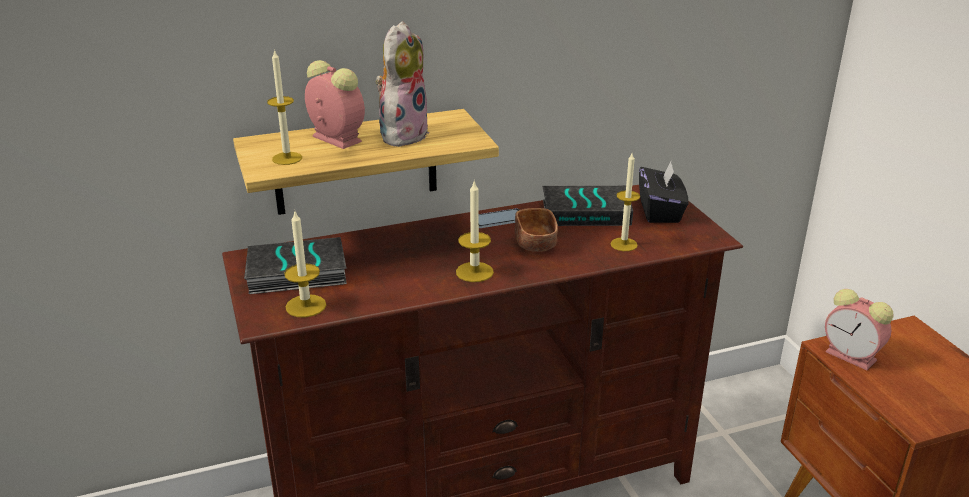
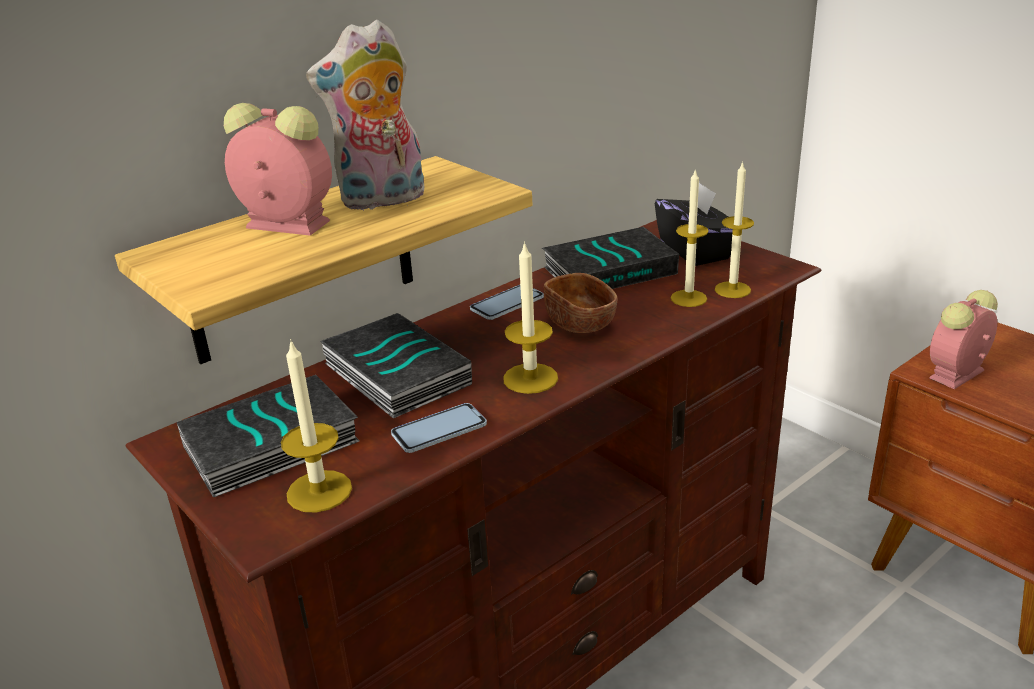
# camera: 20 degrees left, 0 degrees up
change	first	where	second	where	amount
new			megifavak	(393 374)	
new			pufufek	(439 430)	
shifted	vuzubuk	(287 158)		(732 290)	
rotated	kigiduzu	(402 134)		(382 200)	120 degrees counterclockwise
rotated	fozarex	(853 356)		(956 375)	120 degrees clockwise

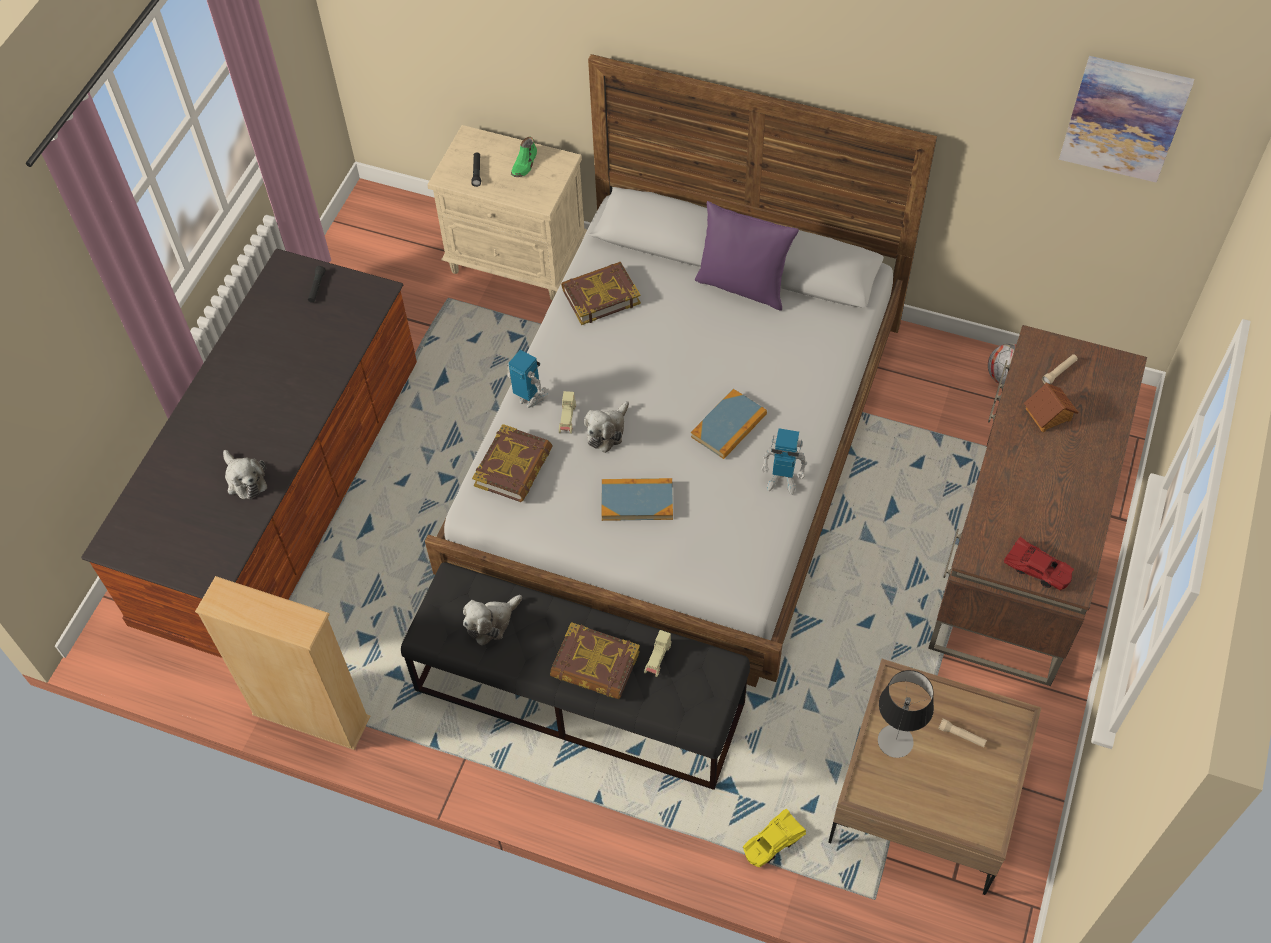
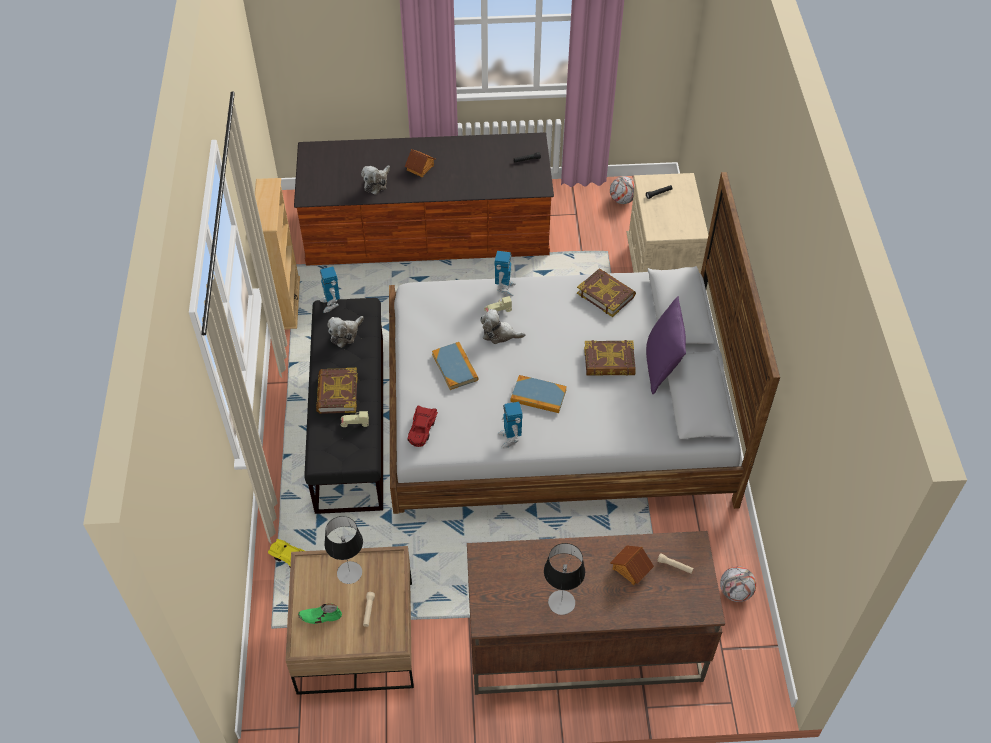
# camera: 65 degrees right, 5 degrees down
change	first	where	second	where	amount
gone	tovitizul	(1124 118)			
new			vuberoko	(331 304)	
new			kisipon	(420 168)	
new			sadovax	(561 602)	
new			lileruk	(622 200)	
shifted	megifavak	(514 467)		(609 362)	
shifted	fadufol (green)	(525 164)		(320 616)	
shifted	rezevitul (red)	(1037 570)		(421 429)	
rotated	kigiduzu	(491 622)		(345 334)	75 degrees counterclockwise

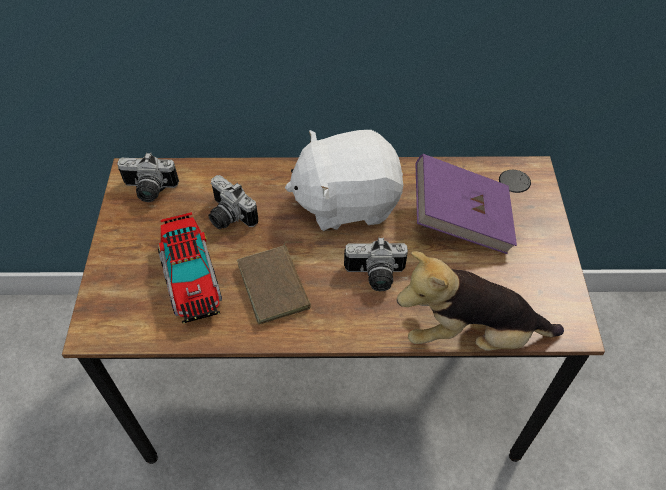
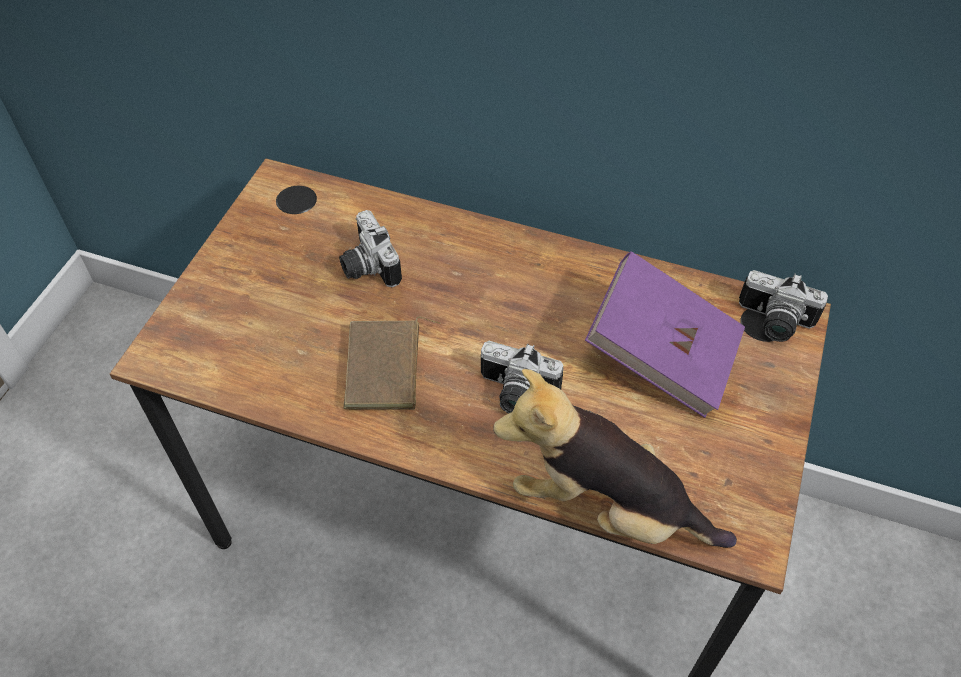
# camera: 20 degrees right, 0 degrees up
change	first	where	second	where	amount
gone	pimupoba	(191 278)			
gone	kigiduzu (white)	(346 202)			
shifted	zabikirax	(149 190)		(773 323)	

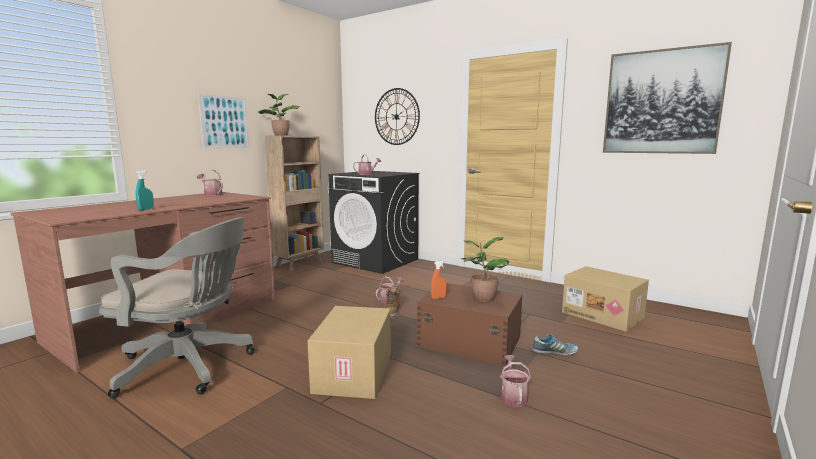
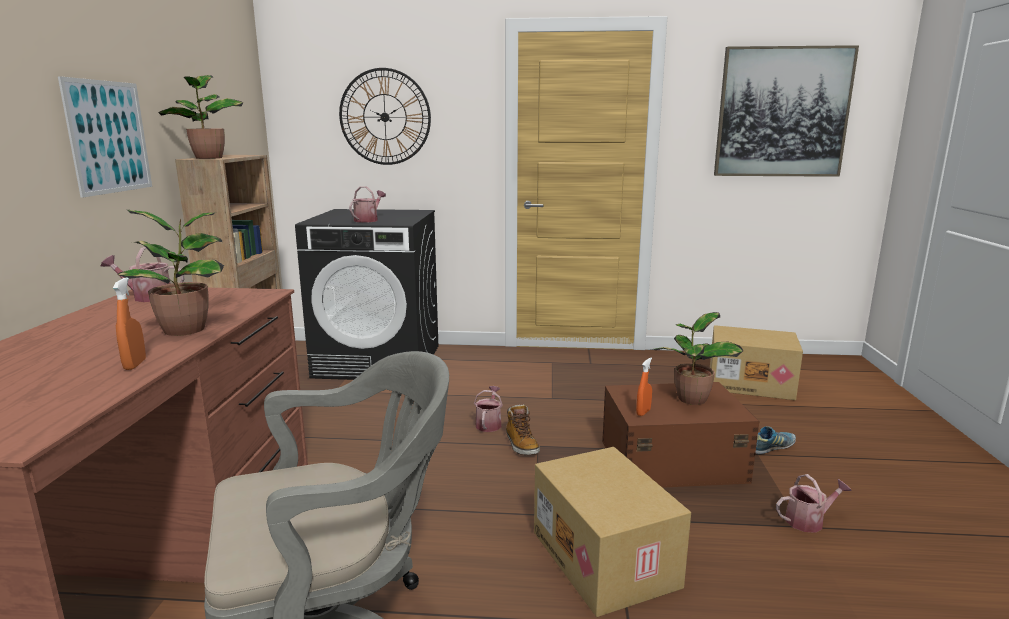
# camera: 30 degrees left, 5 degrees up
change	first	where	second	where	amount
new			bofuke	(187 329)	
repainted	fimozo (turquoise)	(146 209)	fimozo (orange)	(135 364)	
rotated	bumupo	(513 396)		(808 521)	105 degrees clockwise

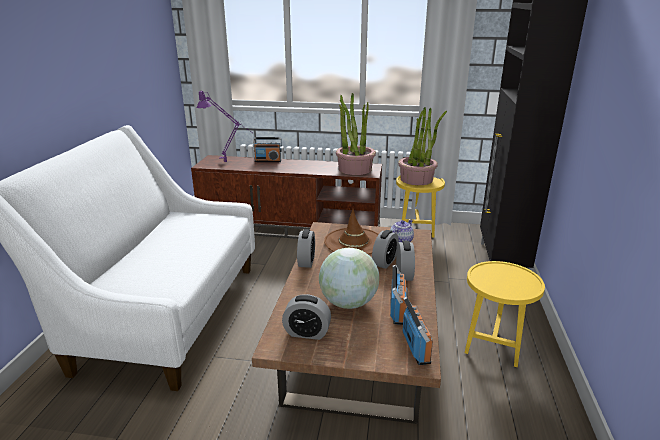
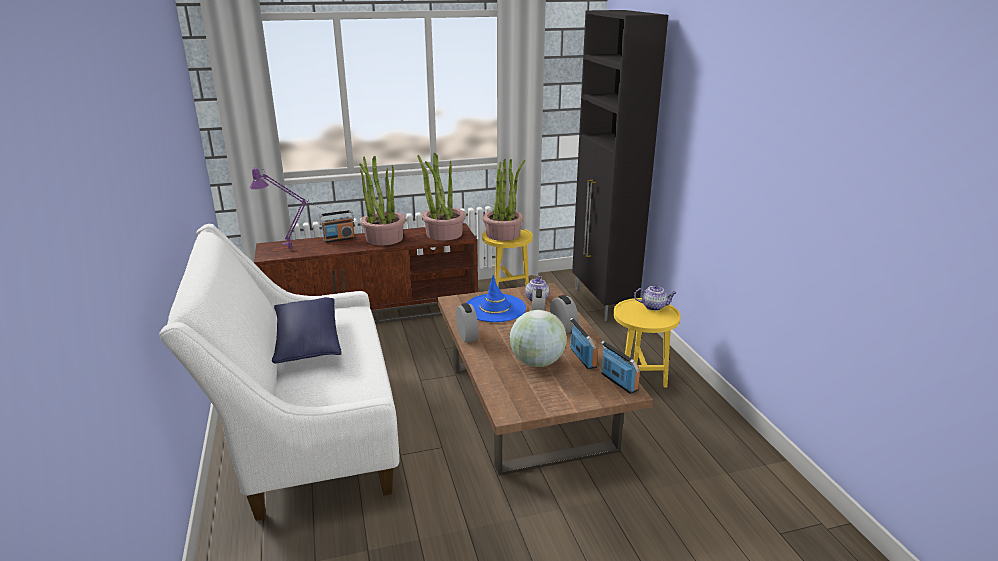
# camera: 25 degrees left, 0 degrees up
change	first	where	second	where	amount
gone	fozarex	(307 333)			
new			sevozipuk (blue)	(307 343)	
new			bofuke	(384 238)	
new			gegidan	(654 307)	
repainted	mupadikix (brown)	(354 242)	mupadikix (blue)	(495 308)	

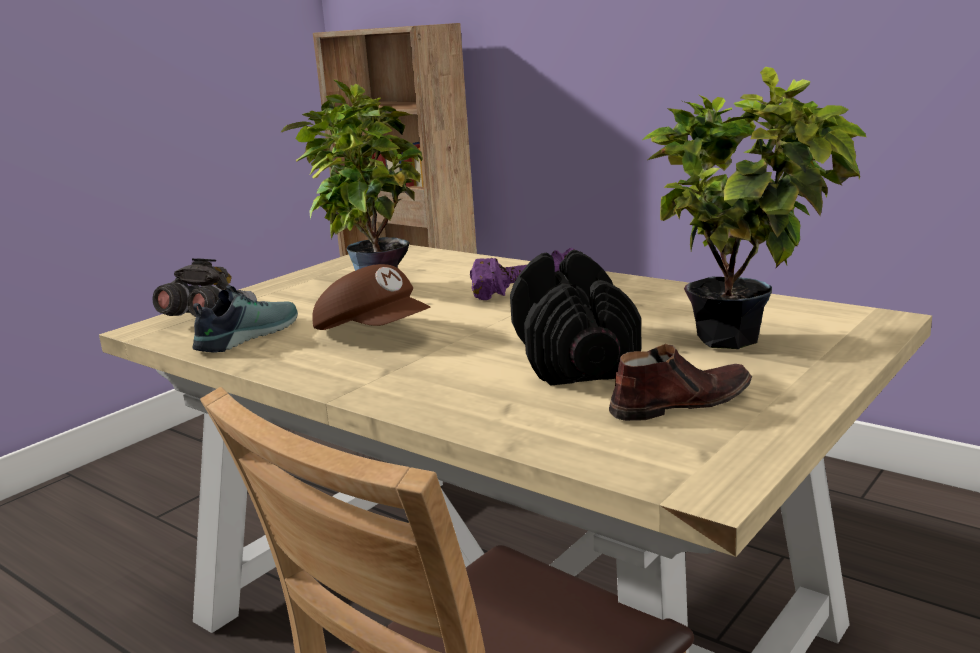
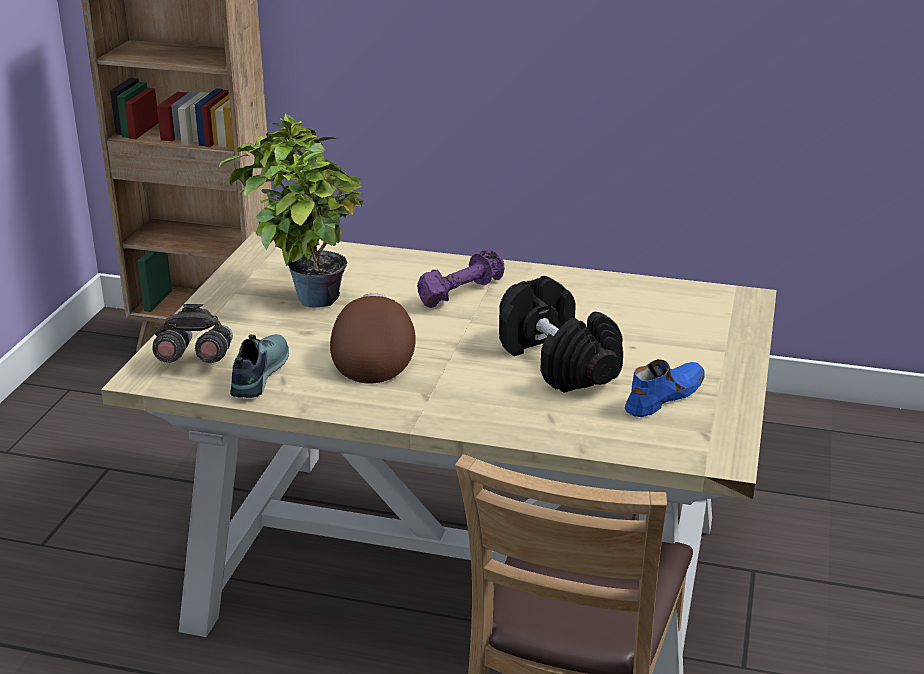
# camera: 25 degrees left, 10 degrees up
change	first	where	second	where	amount
gone	bofuke	(746 340)			
repainted	fadufol (brown)	(679 404)	fadufol (blue)	(663 396)	
rotated	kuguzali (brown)	(374 333)		(373 357)	105 degrees counterclockwise

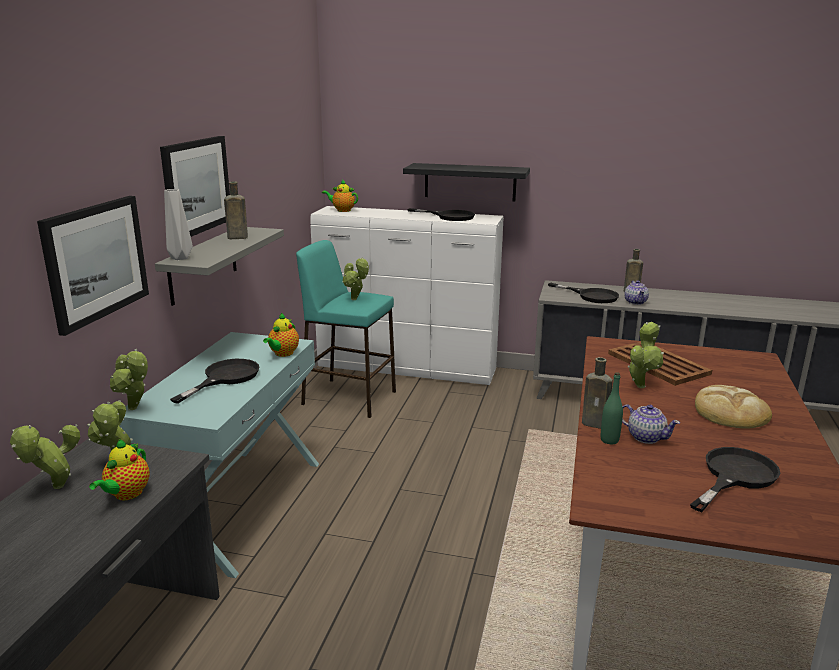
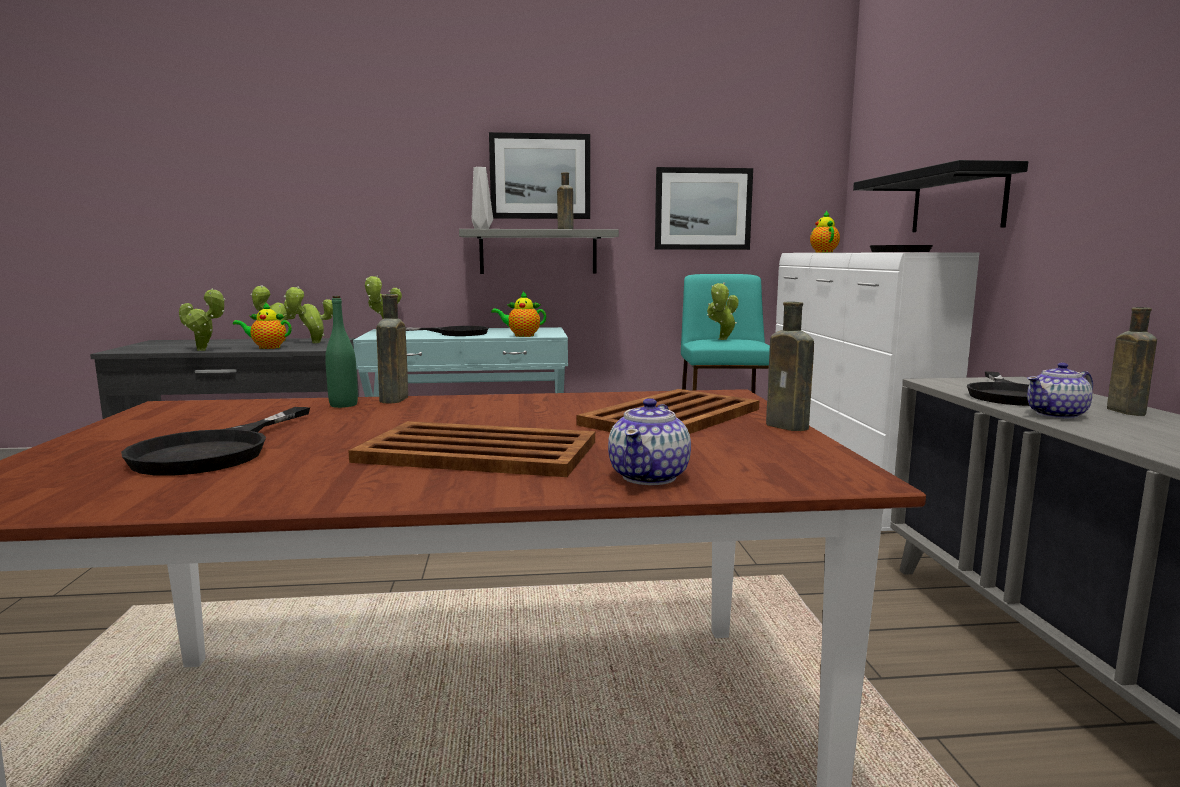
# camera: 70 degrees right, 10 degrees down
change	first	where	second	where	amount
new			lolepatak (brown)	(789 426)	
shifted	tovitizul	(96 261)		(703 209)	
shifted	gegidan	(645 437)		(650 476)	
shifted	bofuke	(641 385)		(204 350)	
swapped	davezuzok	(730 412)	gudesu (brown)	(476 451)	
rotated	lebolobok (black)	(734 476)		(216 451)	75 degrees clockwise

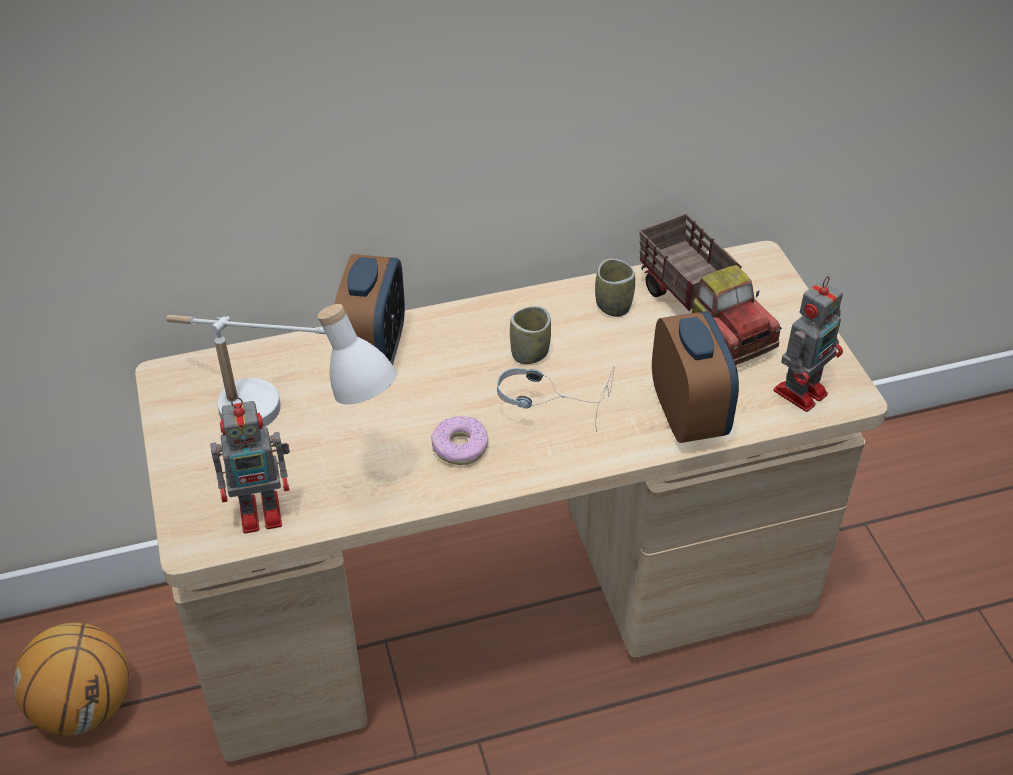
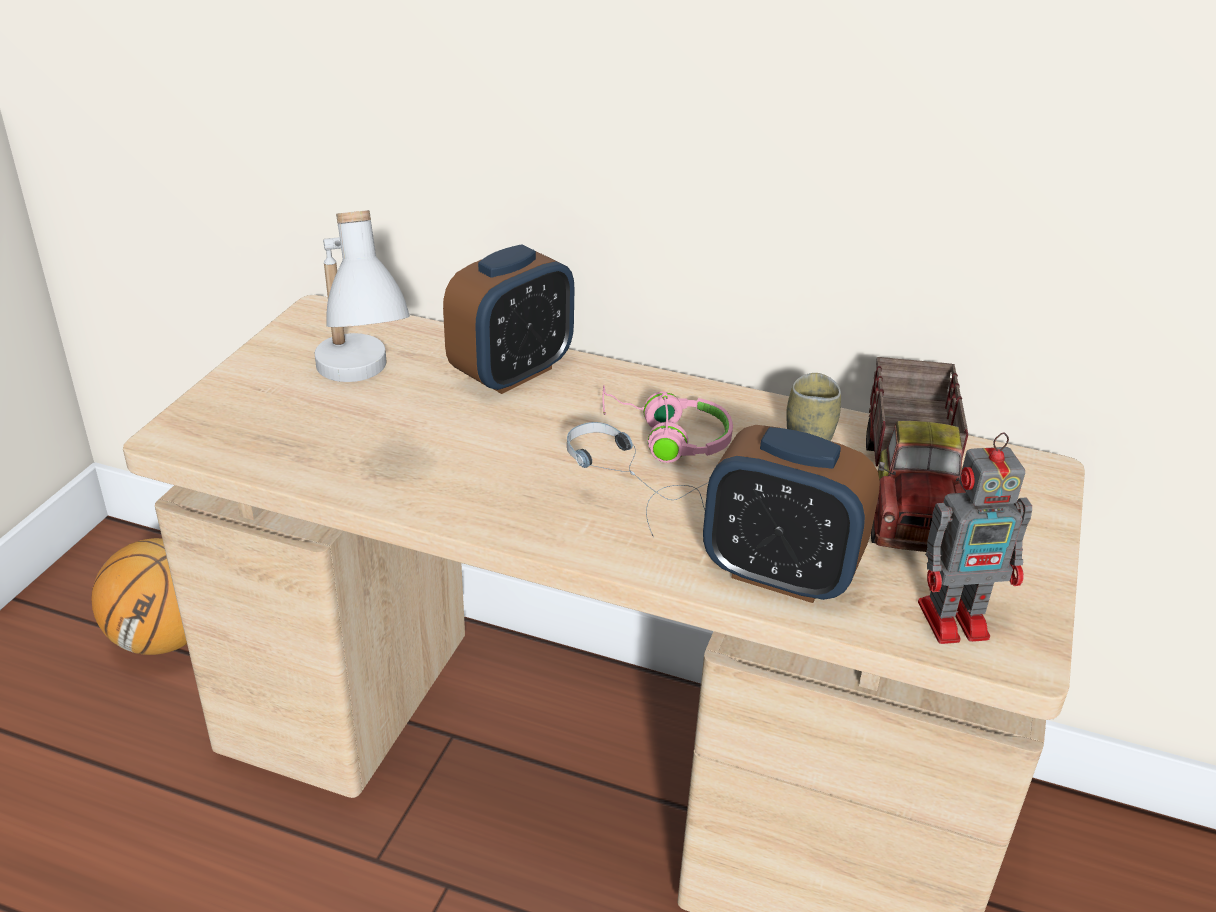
# camera: 35 degrees right, 10 degrees down
change	first	where	second	where	amount
gone	vuberoko	(263 512)			
gone	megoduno	(460 447)			
swapped	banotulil	(529 353)	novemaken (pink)	(666 438)	
rotated	fozarex	(688 415)		(780 574)	90 degrees clockwise

